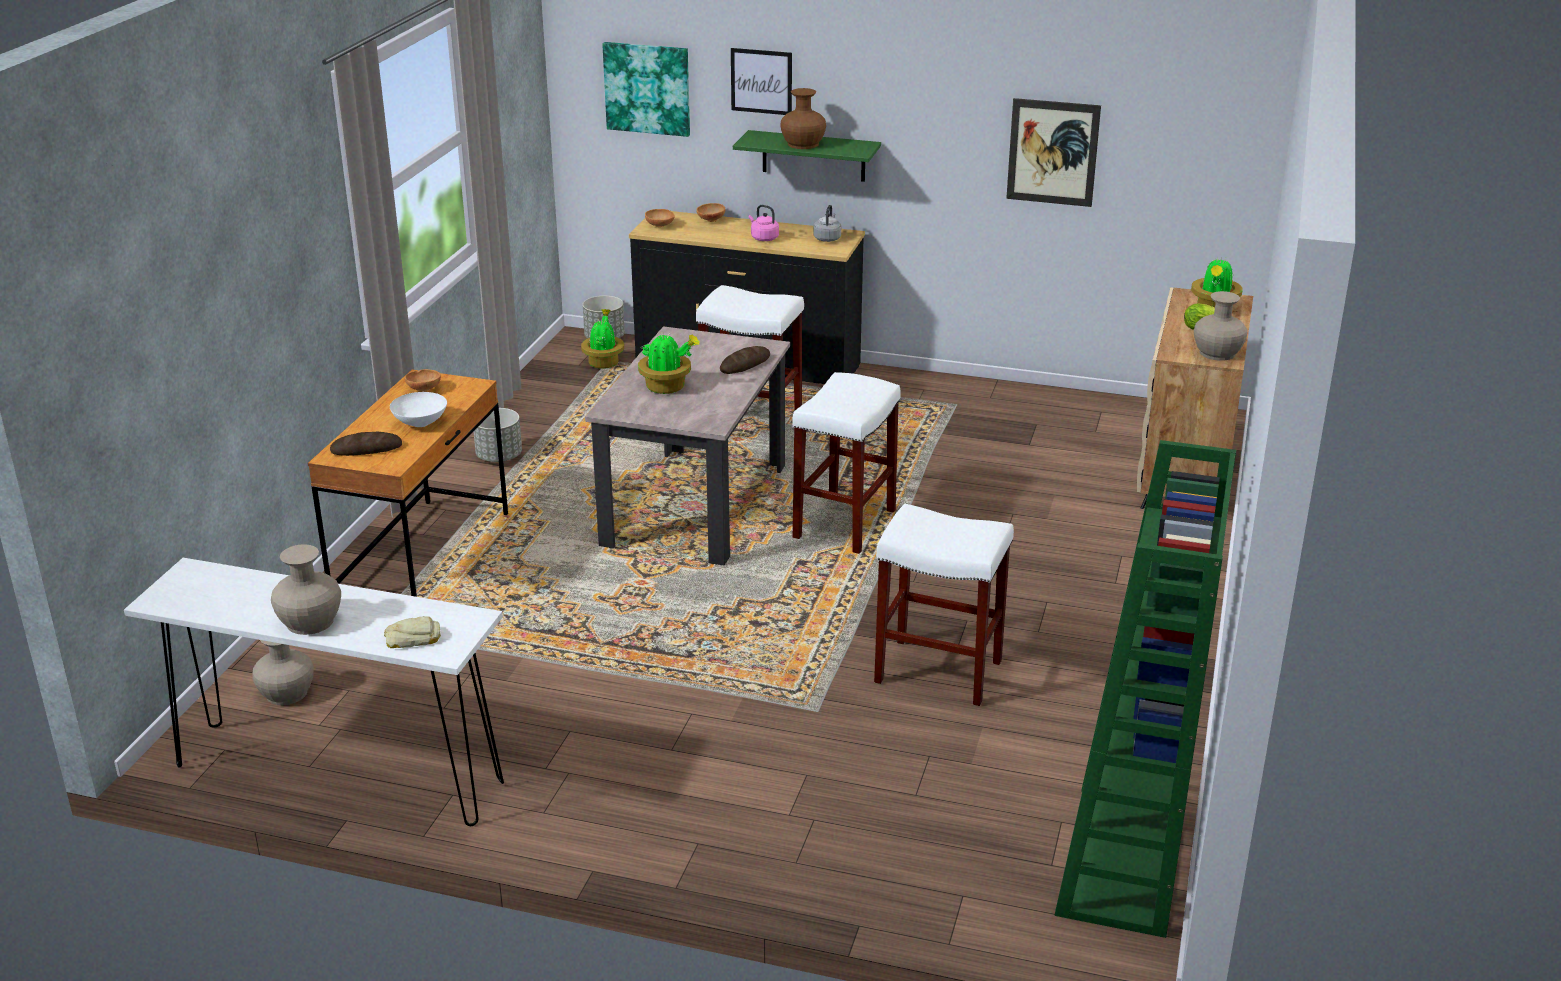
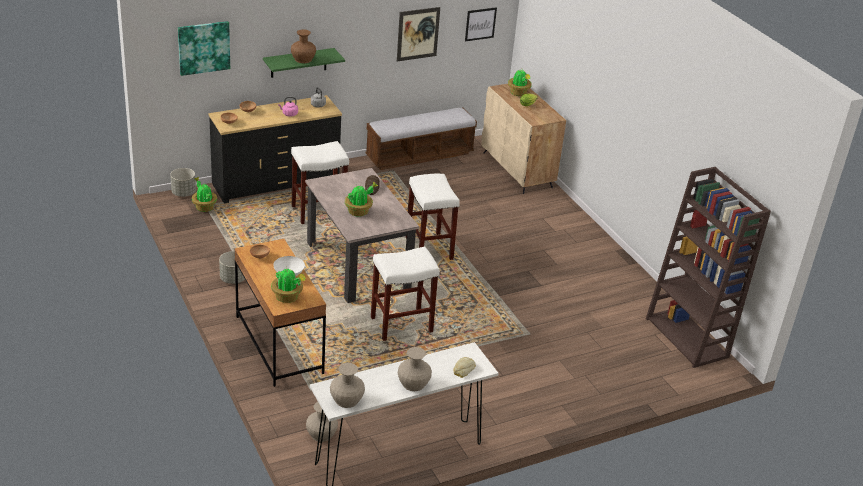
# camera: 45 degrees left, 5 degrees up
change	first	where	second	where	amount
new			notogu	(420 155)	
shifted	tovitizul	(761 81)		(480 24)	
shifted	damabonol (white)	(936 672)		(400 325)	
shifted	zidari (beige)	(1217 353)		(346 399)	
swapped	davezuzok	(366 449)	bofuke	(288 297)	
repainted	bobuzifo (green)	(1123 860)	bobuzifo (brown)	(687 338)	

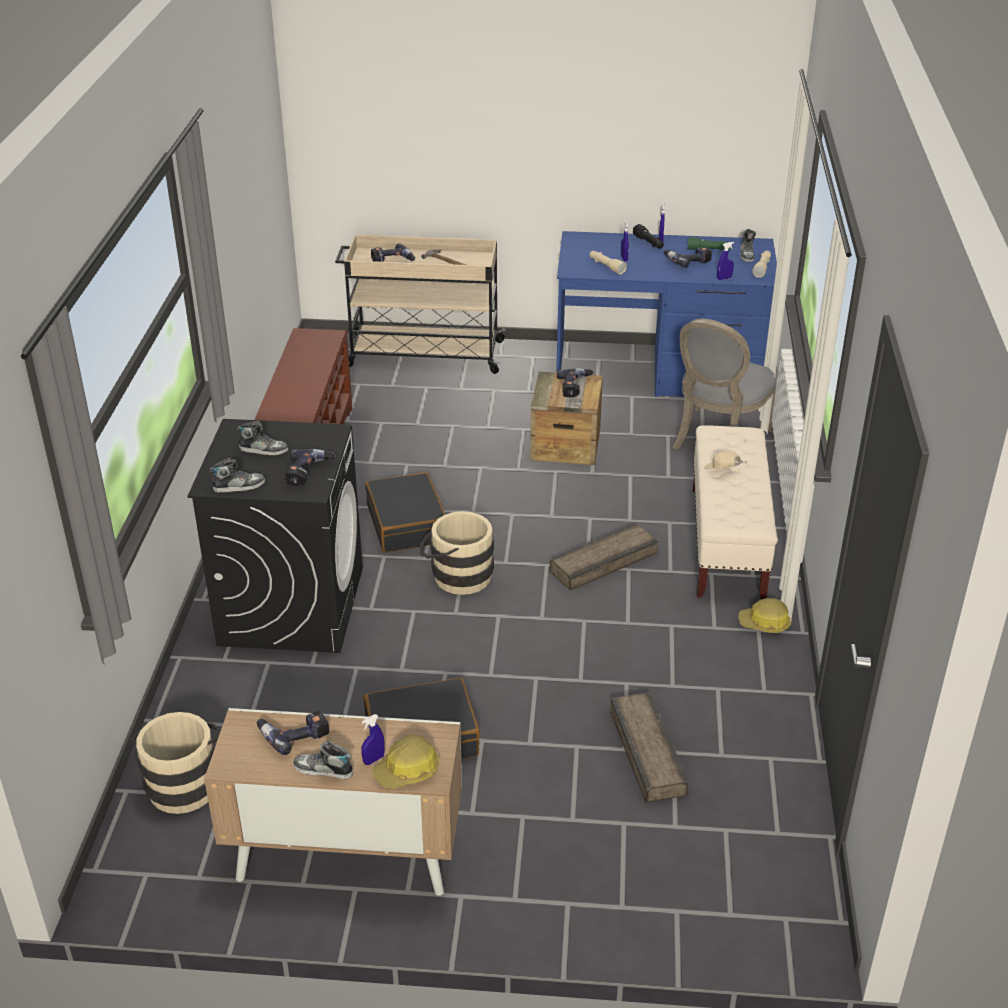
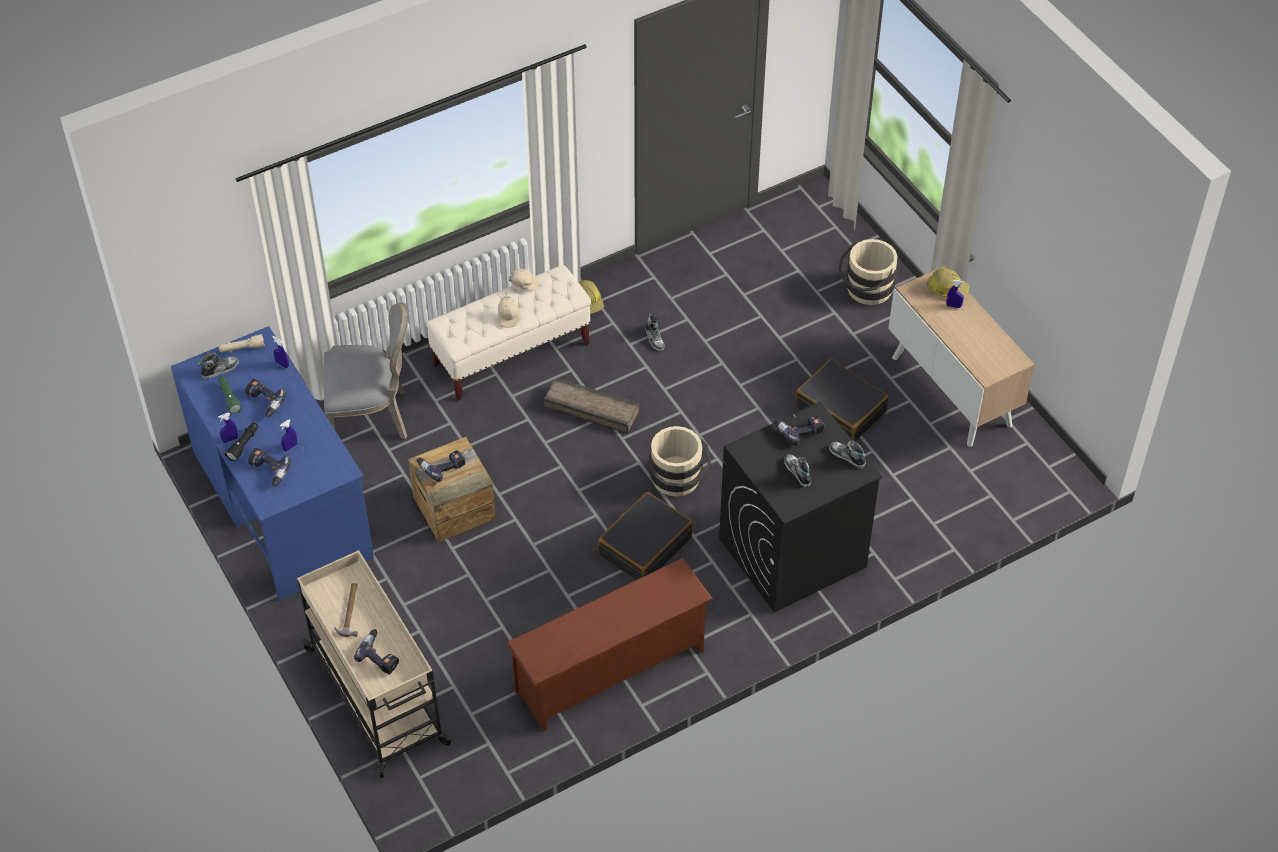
# camera: 125 degrees left, 15 degrees up
change	first	where	second	where	amount
gone	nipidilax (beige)	(606 266)			
gone	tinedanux	(645 752)			
new			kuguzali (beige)	(524 285)	
shifted	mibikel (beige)	(184 782)		(866 290)	
shifted	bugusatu	(294 734)		(268 471)	
shifted	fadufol	(323 770)		(654 338)	

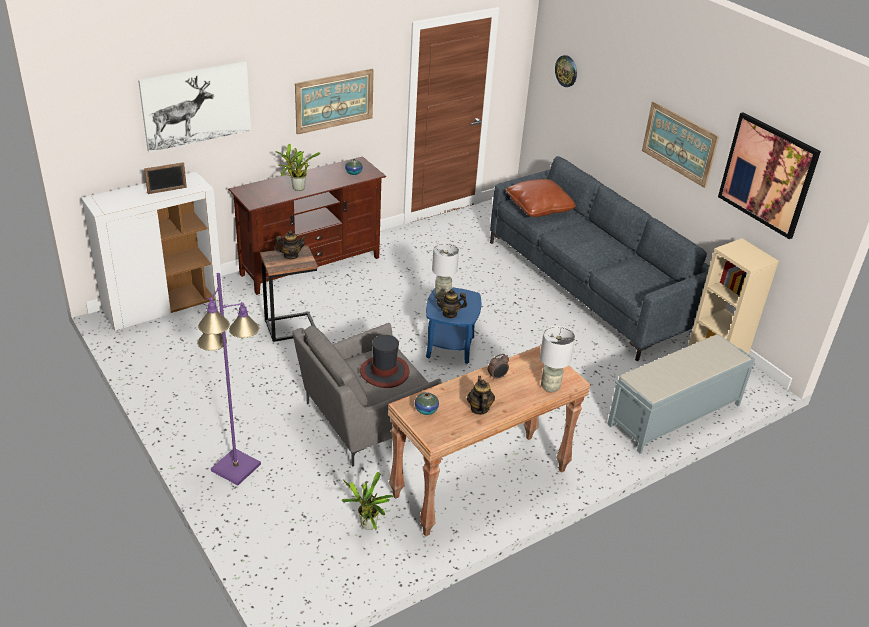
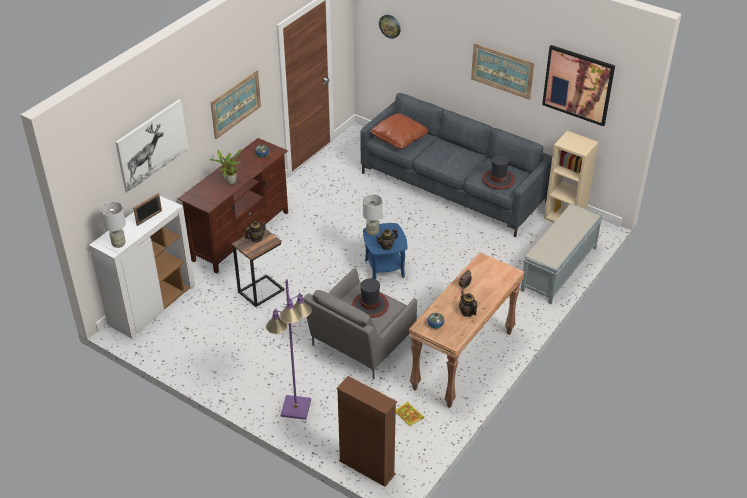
# camera: 20 degrees left, 5 degrees up
change	first	where	second	where	amount
new			bobuzifo (brown)	(367 467)	
new			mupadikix	(498 179)	
shifted	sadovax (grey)	(550 387)		(119 244)	
swapped	bofuke	(367 526)	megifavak	(409 415)	

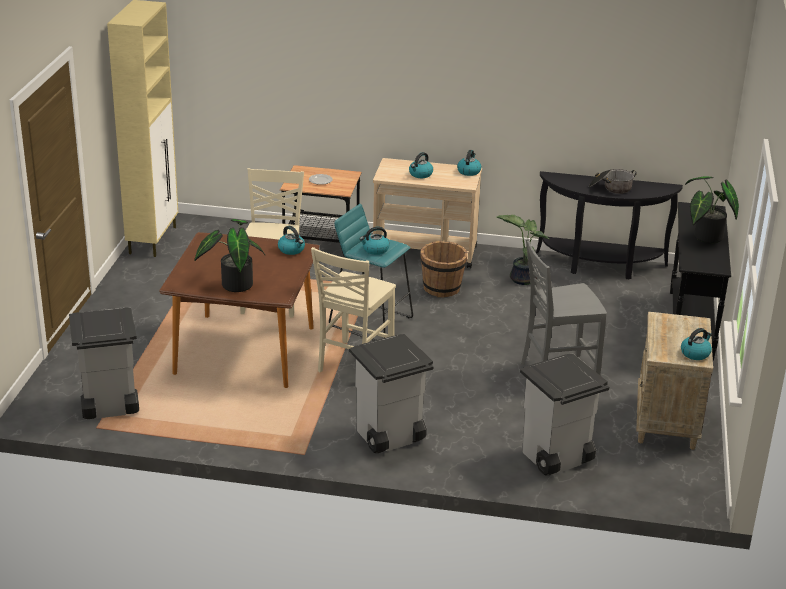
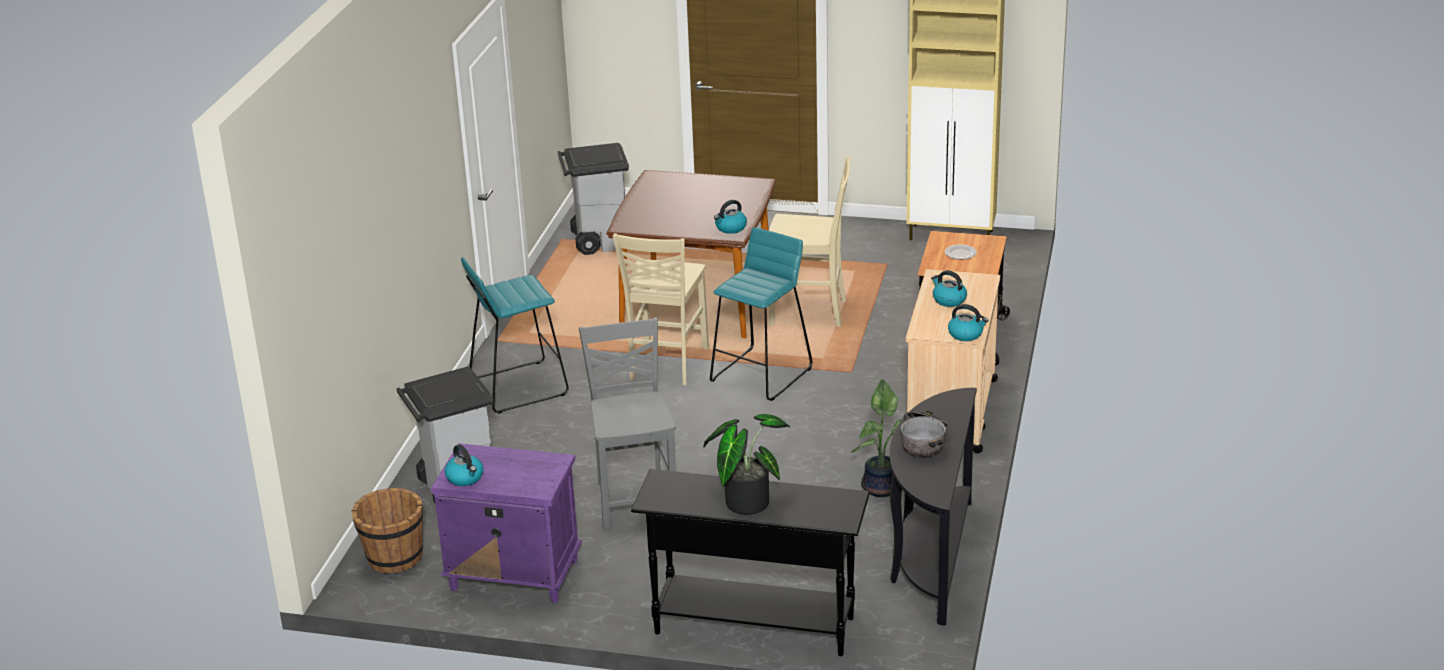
# camera: 95 degrees right, 0 degrees up
change	first	where	second	where	amount
gone	bofuke	(233 284)			
gone	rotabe	(375 250)			
shifted	mibikel (brown)	(442 288)		(394 558)	
swapped	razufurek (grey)	(389 437)	damabonol (turquoise)	(517 387)	
repainted	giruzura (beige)	(667 422)	giruzura (purple)	(512 575)	
rotated	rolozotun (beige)	(353 363)		(666 364)	105 degrees counterclockwise

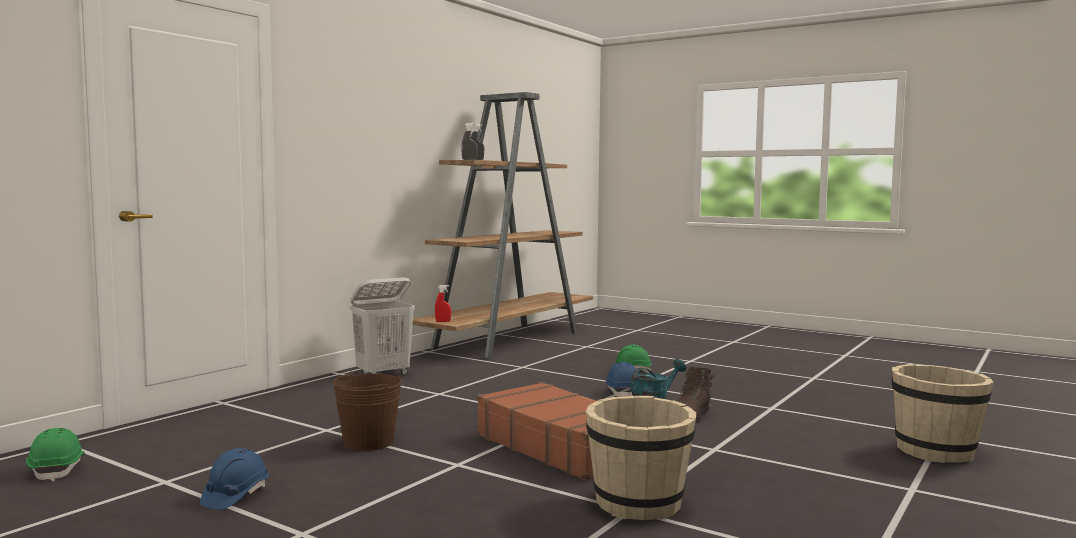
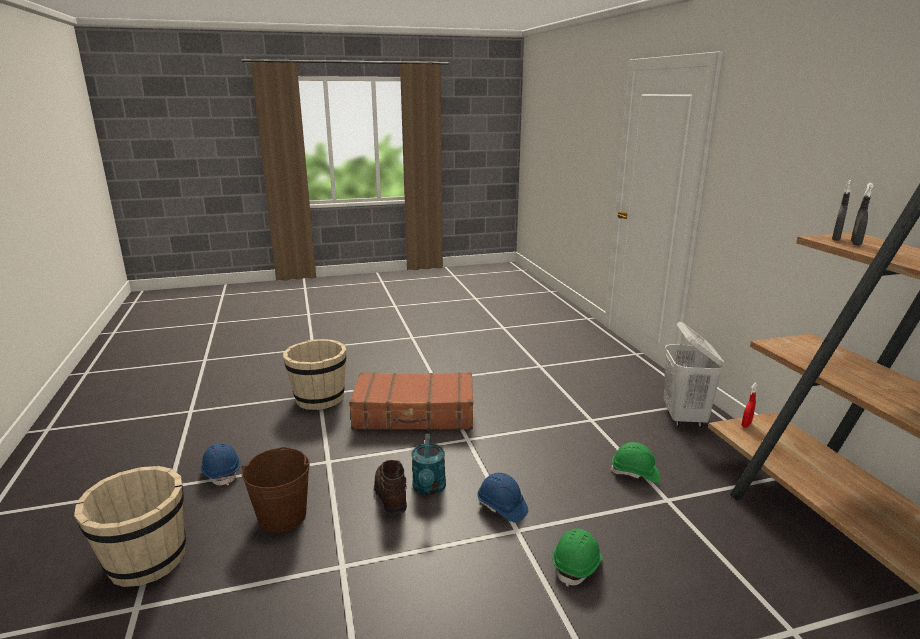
# camera: 130 degrees right, 15 degrees up
change	first	where	second	where	amount
shifted	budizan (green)	(57 470)		(635 473)	
shifted	budizan (blue)	(235 496)		(222 472)	
shifted	mibikel (brown)	(368 442)		(282 516)	

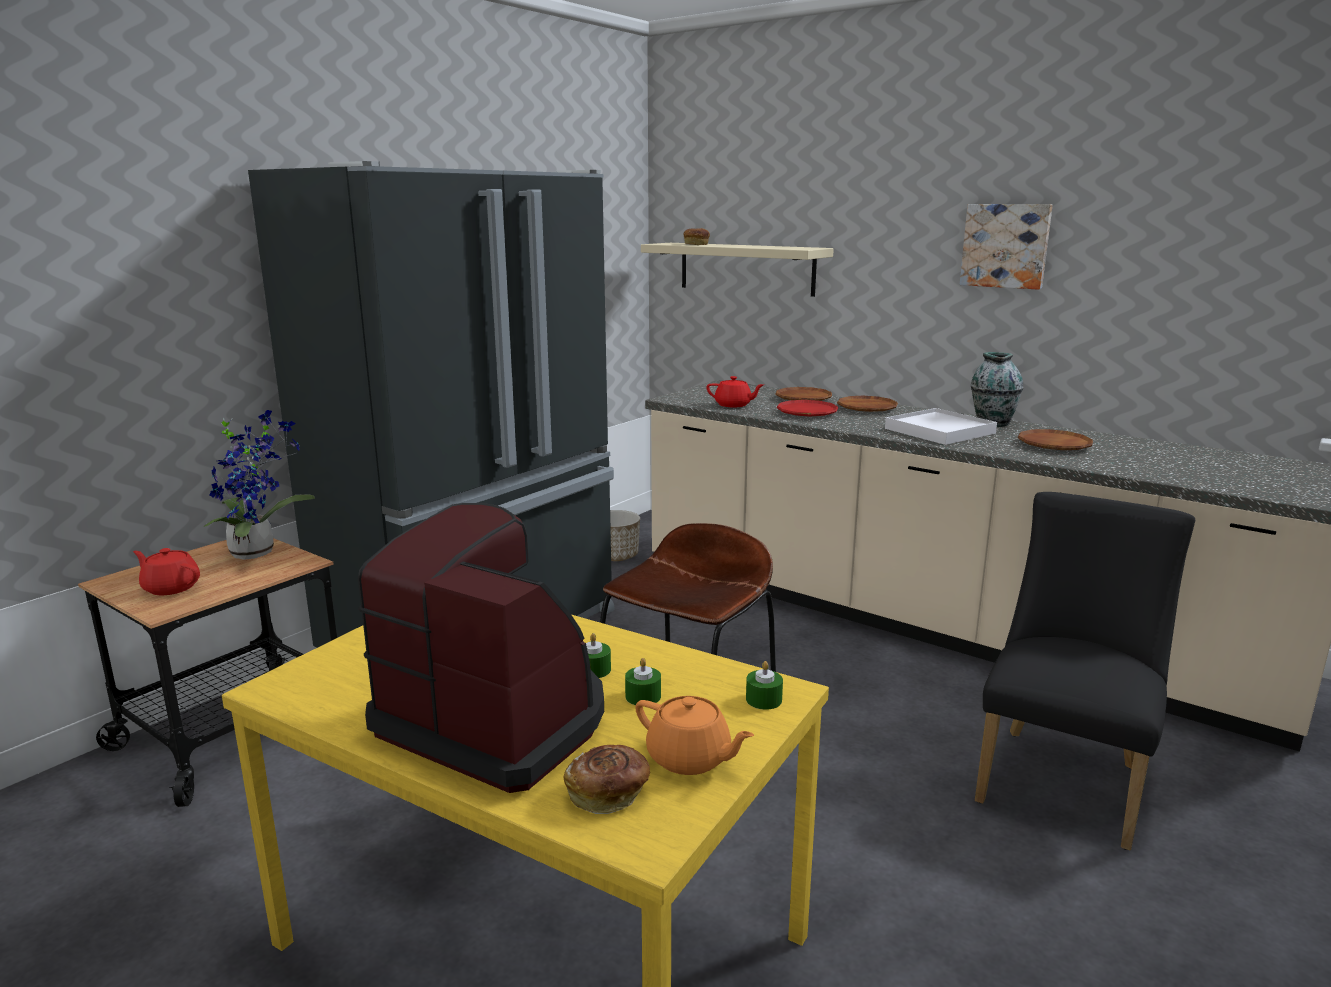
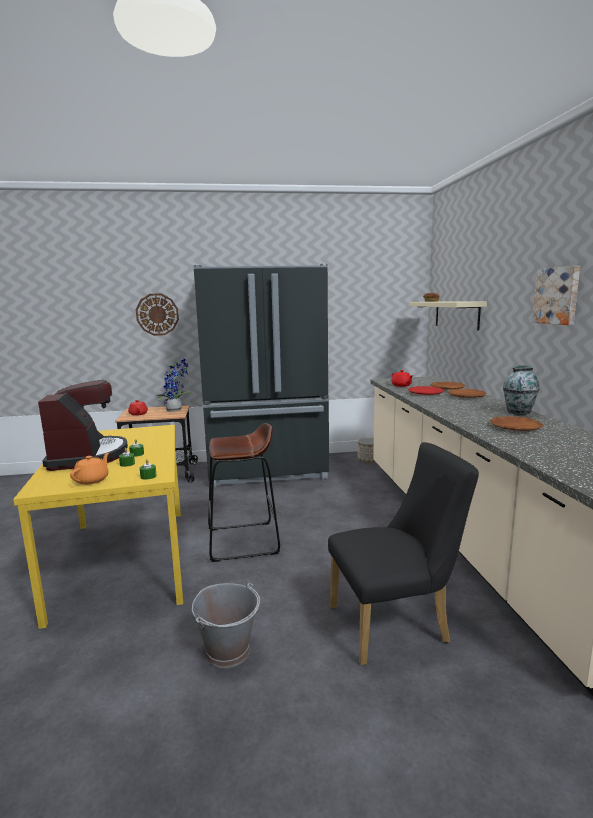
# camera: 45 degrees right, 5 degrees down
change	first	where	second	where	amount
gone	davezuzok	(609 794)			
gone	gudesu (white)	(940 431)			
new			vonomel	(157 314)	
new			mibikel (grey)	(228 651)	
rotated	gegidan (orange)	(690 759)		(92 480)	150 degrees counterclockwise

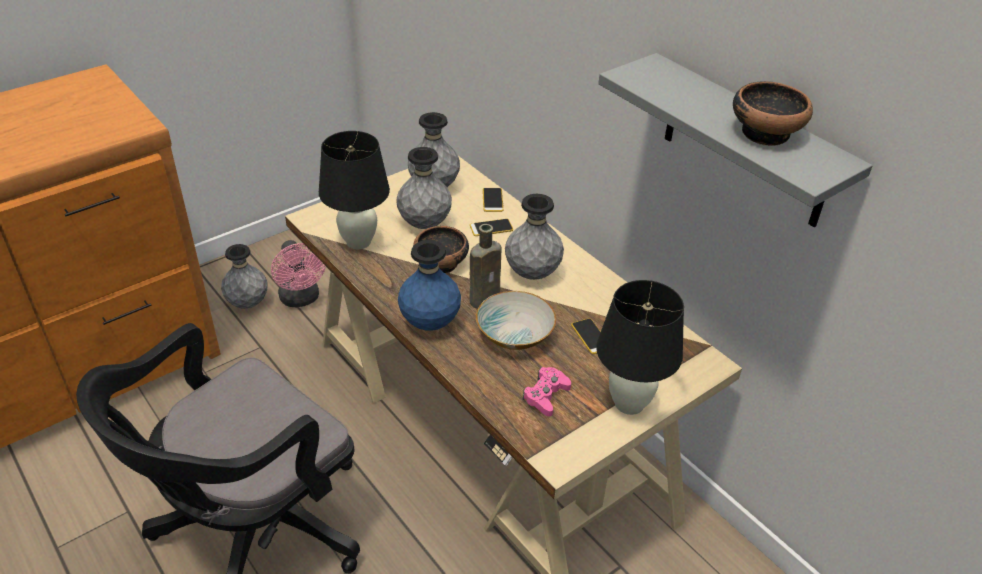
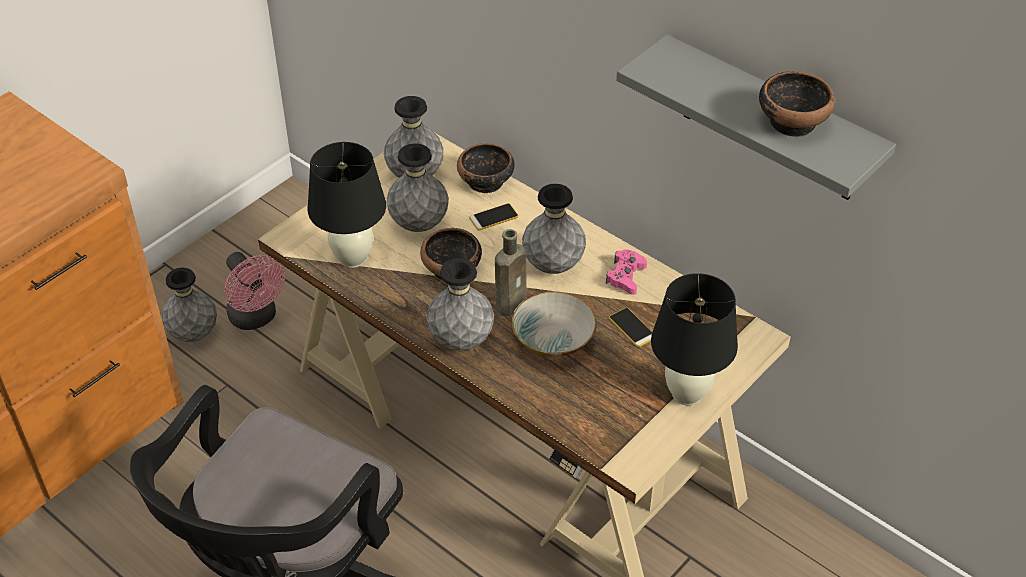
# camera: 10 degrees left, 5 degrees up
change	first	where	second	where	amount
shifted	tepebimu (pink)	(546 395)		(625 276)	
swapped	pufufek	(492 200)	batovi	(485 182)	
repainted	zidari (blue)	(430 323)	zidari (grey)	(461 341)	

